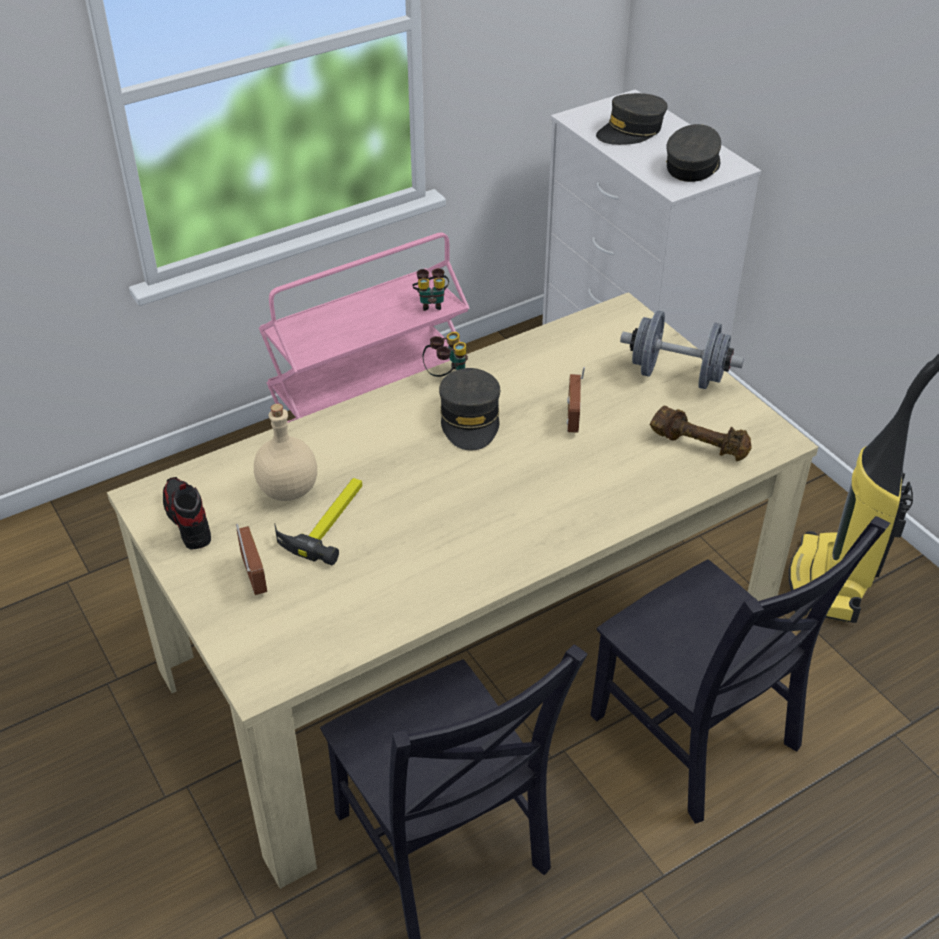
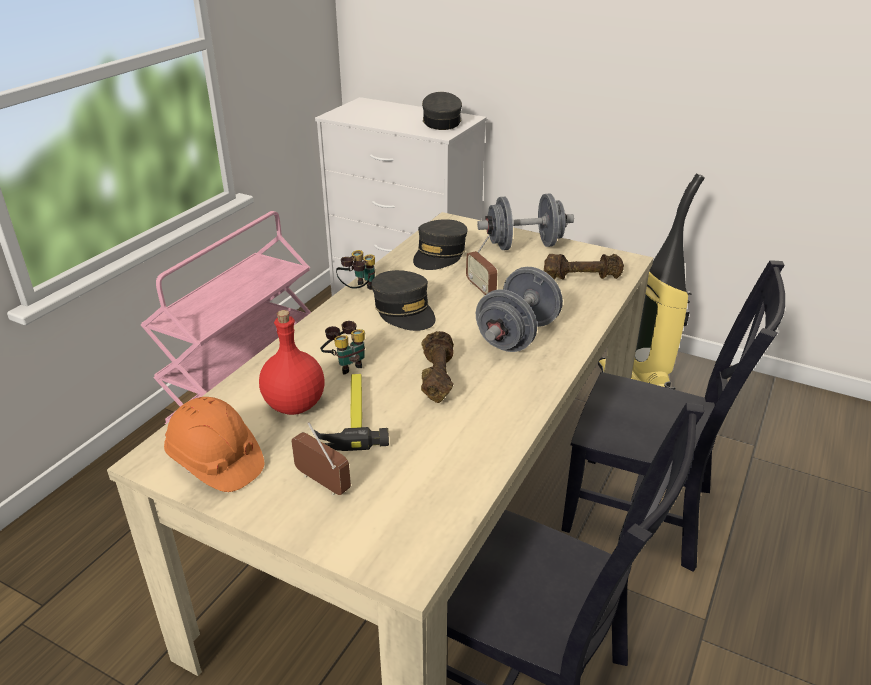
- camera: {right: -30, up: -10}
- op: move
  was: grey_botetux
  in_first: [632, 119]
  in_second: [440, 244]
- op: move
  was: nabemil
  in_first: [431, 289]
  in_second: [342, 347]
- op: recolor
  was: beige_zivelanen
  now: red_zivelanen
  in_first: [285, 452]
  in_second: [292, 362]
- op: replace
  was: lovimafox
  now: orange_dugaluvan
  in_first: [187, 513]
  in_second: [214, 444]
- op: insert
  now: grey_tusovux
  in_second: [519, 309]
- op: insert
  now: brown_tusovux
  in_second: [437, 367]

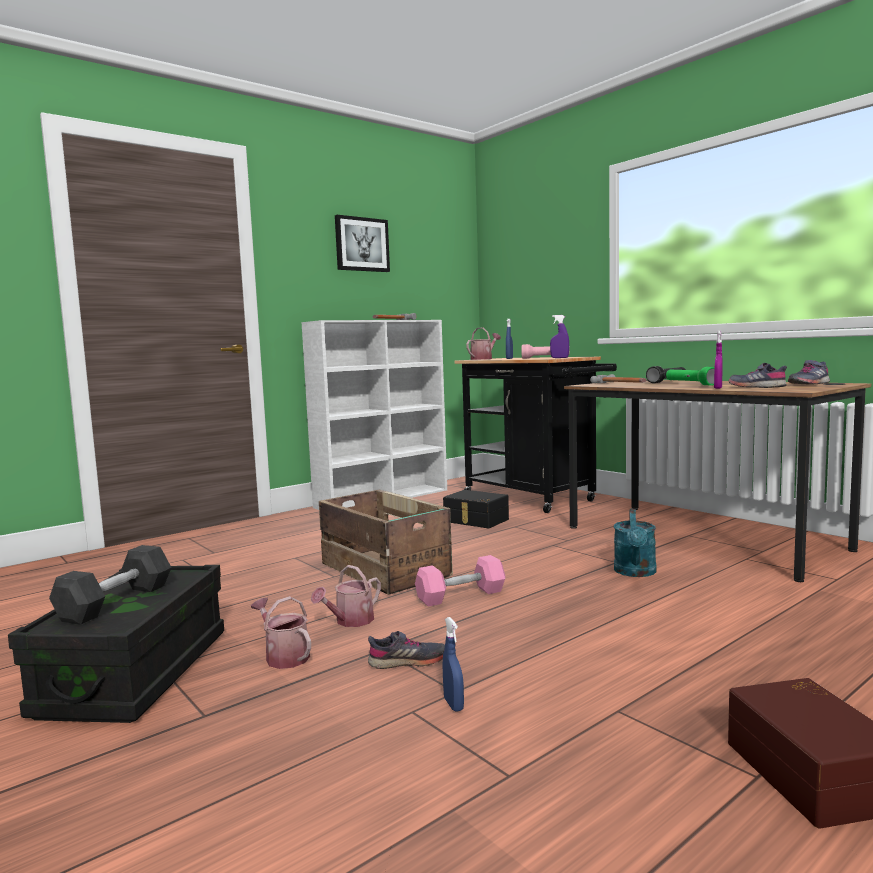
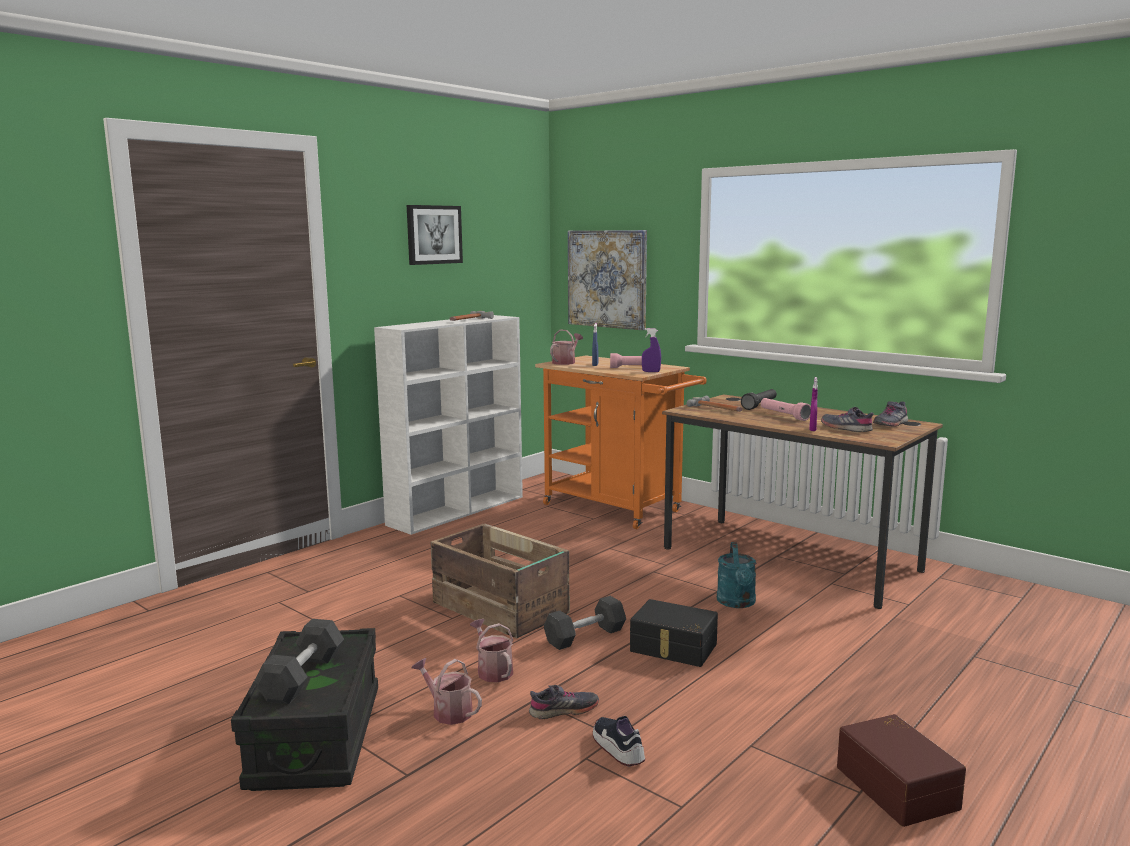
- camera: {right: -10, up: 5}
- op: recolor
  was: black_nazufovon
  now: orange_nazufovon
  in_first: [535, 435]
  in_second: [621, 442]
- op: recolor
  was: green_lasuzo
  now: pink_lasuzo
  in_first: [690, 376]
  in_second: [786, 409]
- op: move
  was: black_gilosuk
  in_first: [476, 509]
  in_second: [674, 633]
- op: recolor
  was: pink_tusovux
  now: grey_tusovux
  in_first: [460, 581]
  in_second: [585, 623]
- op: rotate
  was: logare
  in_first: [346, 596]
  in_second: [491, 650]
  clockwise: 120
- op: replace
  was: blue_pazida
  now: lovimafox
  in_first: [453, 664]
  in_second: [619, 741]
- op: insert
  now: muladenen
  in_second: [607, 280]

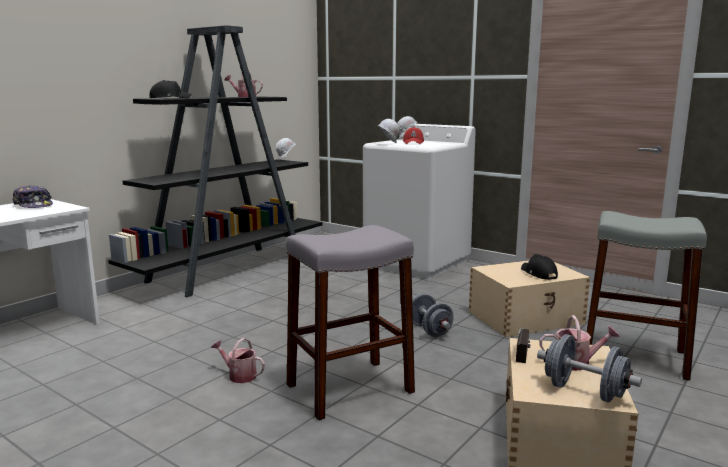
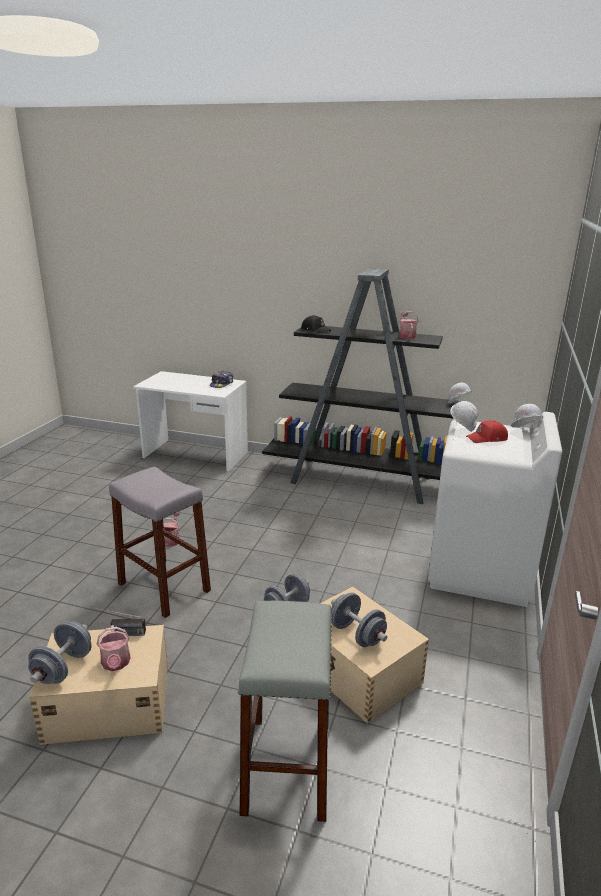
- camera: {right: 70, up: 10}
- op: replace
  was: black_botetux
  now: grey_tusovux
  in_first: [539, 267]
  in_second: [359, 619]

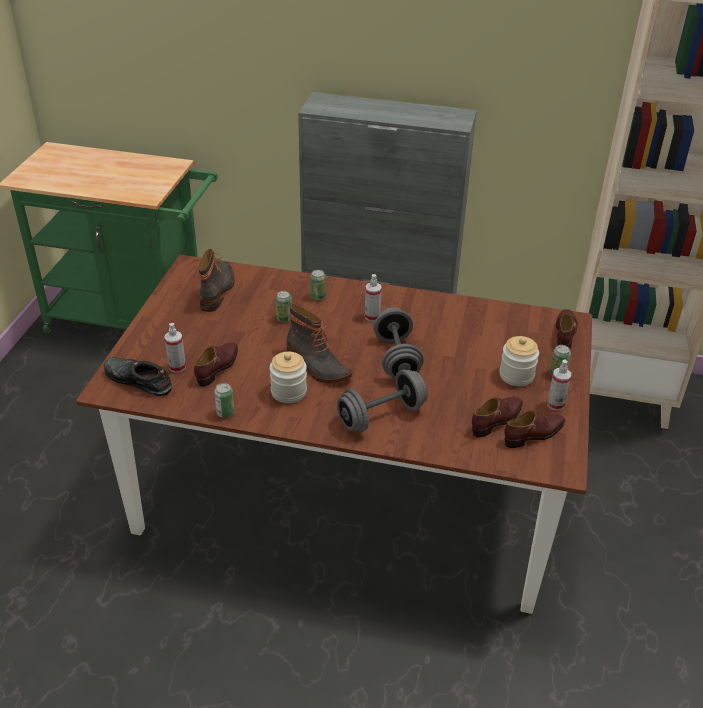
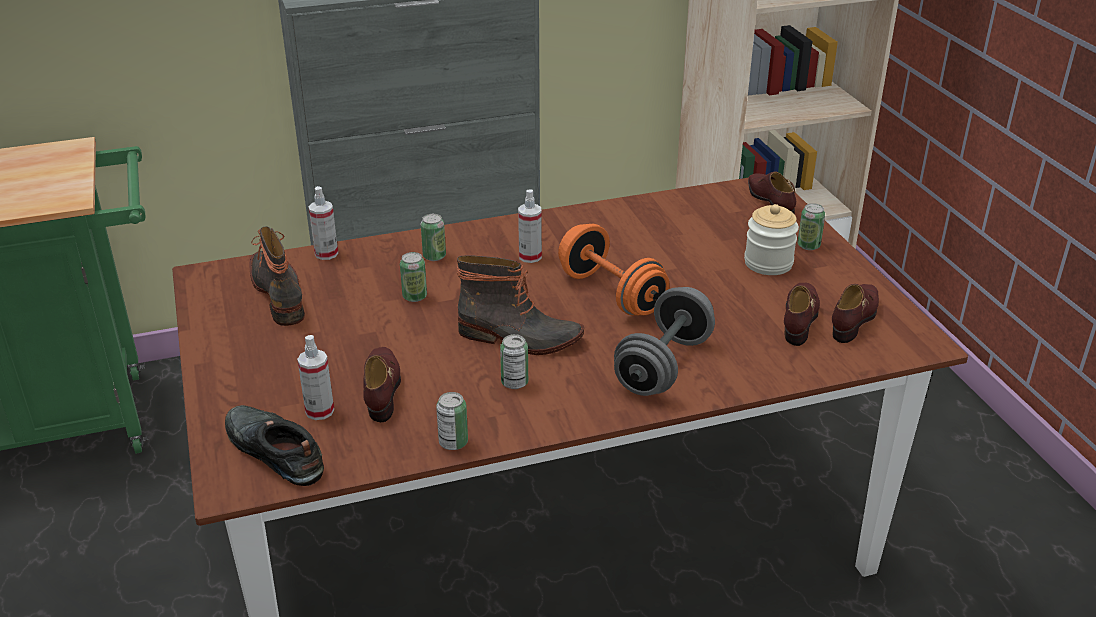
- camera: {right: -30, up: -5}
- op: recolor
  was: grey_tusovux
  now: orange_tusovux
  in_first: [398, 343]
  in_second: [614, 269]
- op: replace
  was: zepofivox
  now: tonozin
  in_first: [288, 377]
  in_second: [514, 361]
- op: rotate
  was: black_lovimafox
  in_first: [138, 376]
  in_second: [274, 445]
  clockwise: 45
- op: move
  was: pazida
  in_first: [559, 385]
  in_second: [323, 223]

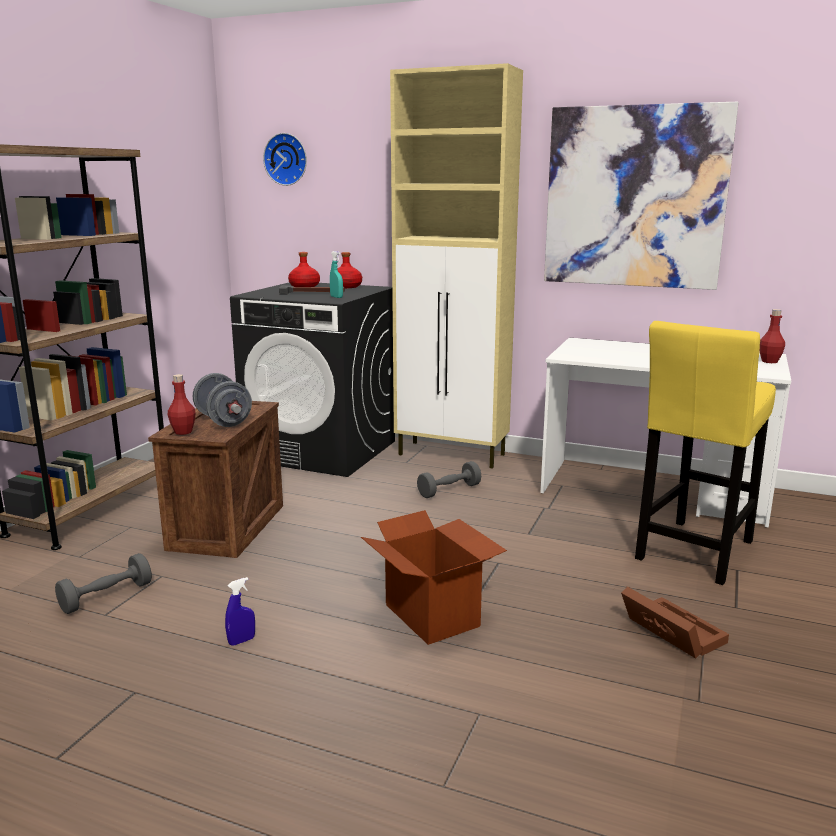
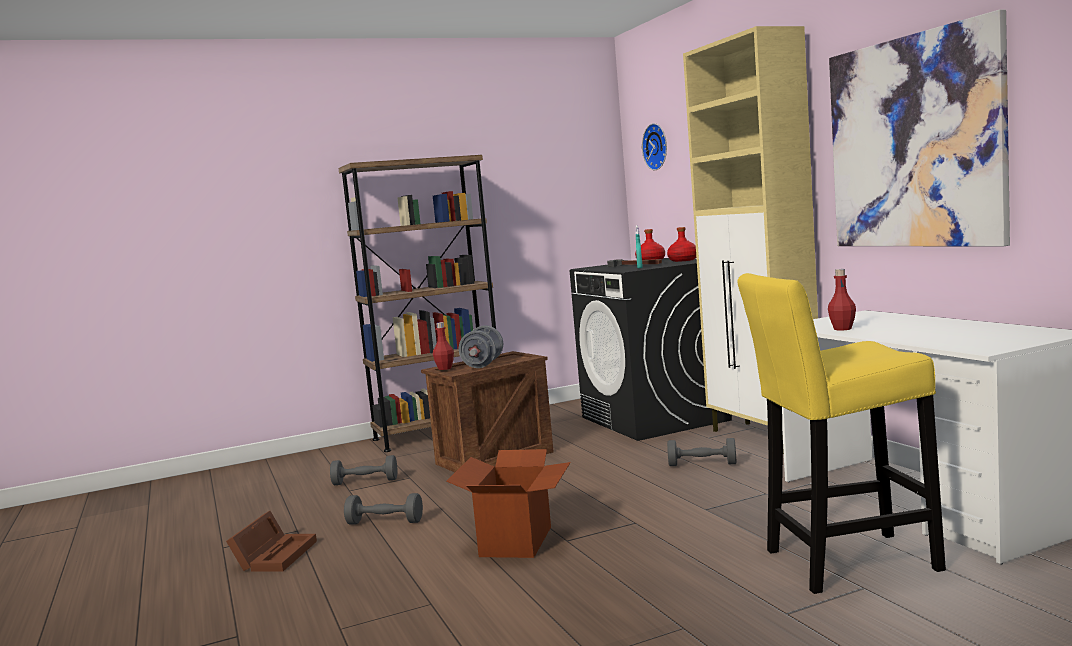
- camera: {right: 45, up: -10}
- op: move
  was: red_zivelanen
  in_first: [772, 336]
  in_second: [842, 299]
- op: replace
  was: blue_pazida
  now: grey_tusovux
  in_first: [240, 611]
  in_second: [383, 509]
- op: move
  was: brown_gilosuk
  in_first: [675, 622]
  in_second: [271, 541]

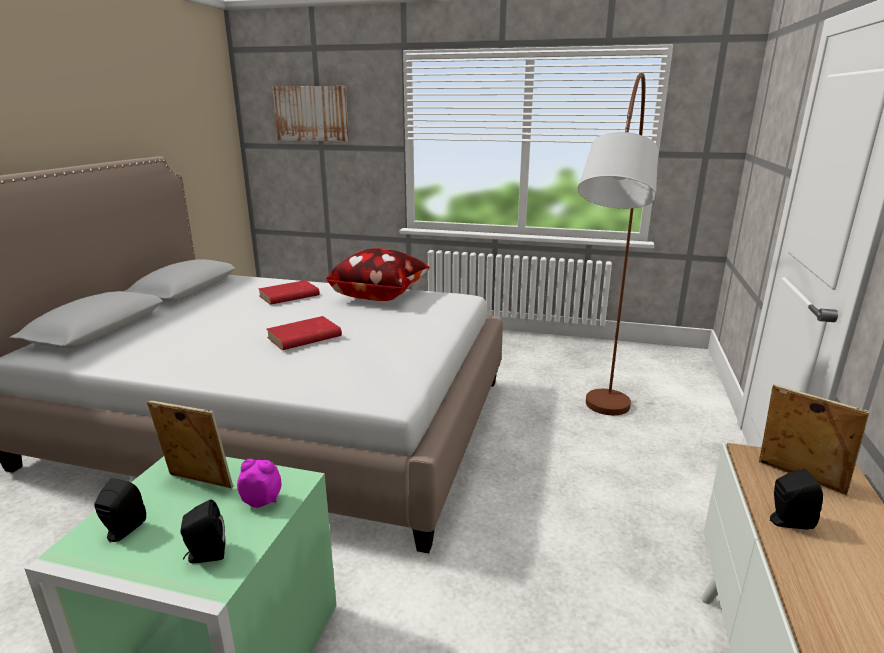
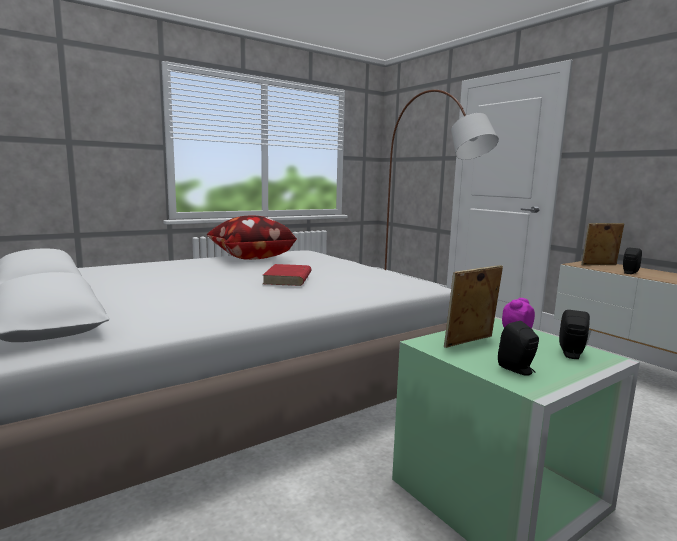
- camera: {right: -50, up: -10}
- op: delete
  was: muladenen
  in_first: [310, 113]
- op: delete
  was: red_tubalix
  in_first: [289, 292]

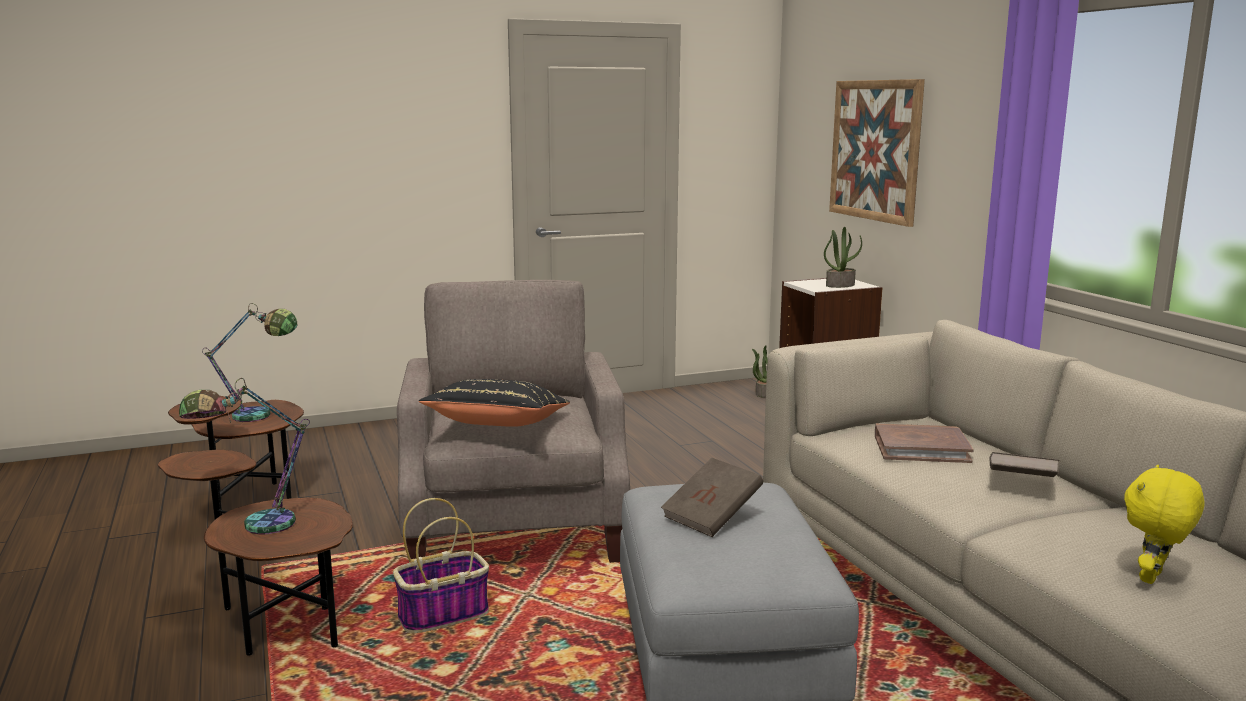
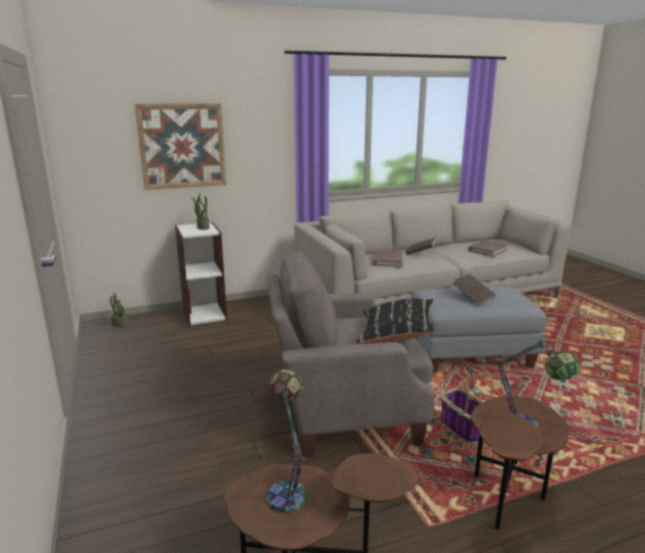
- camera: {right: -90, up: 5}
- op: replace
  was: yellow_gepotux
  now: brown_tubalix
  in_first: [1164, 524]
  in_second: [488, 248]

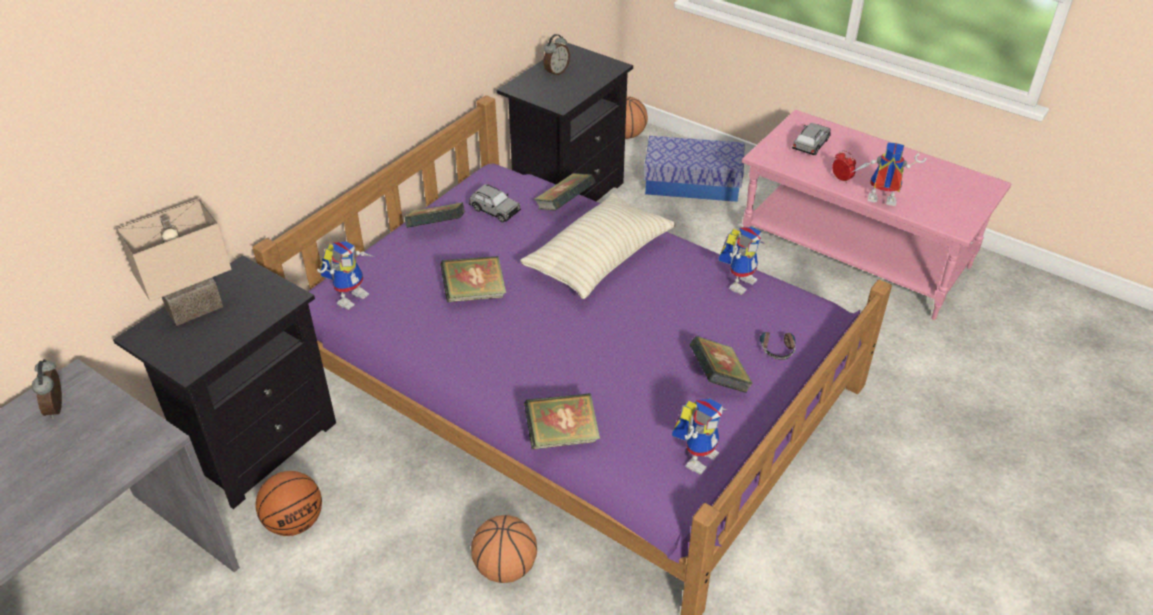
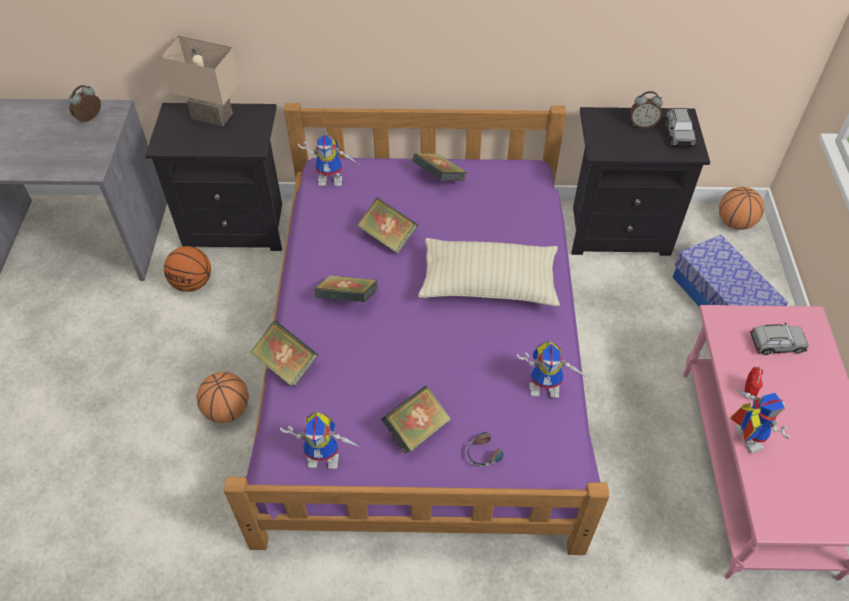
- camera: {right: 55, up: 10}
- op: move
  was: tubalix
  in_first: [564, 192]
  in_second: [346, 289]
- op: move
  was: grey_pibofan
  in_first: [495, 203]
  in_second: [680, 127]

